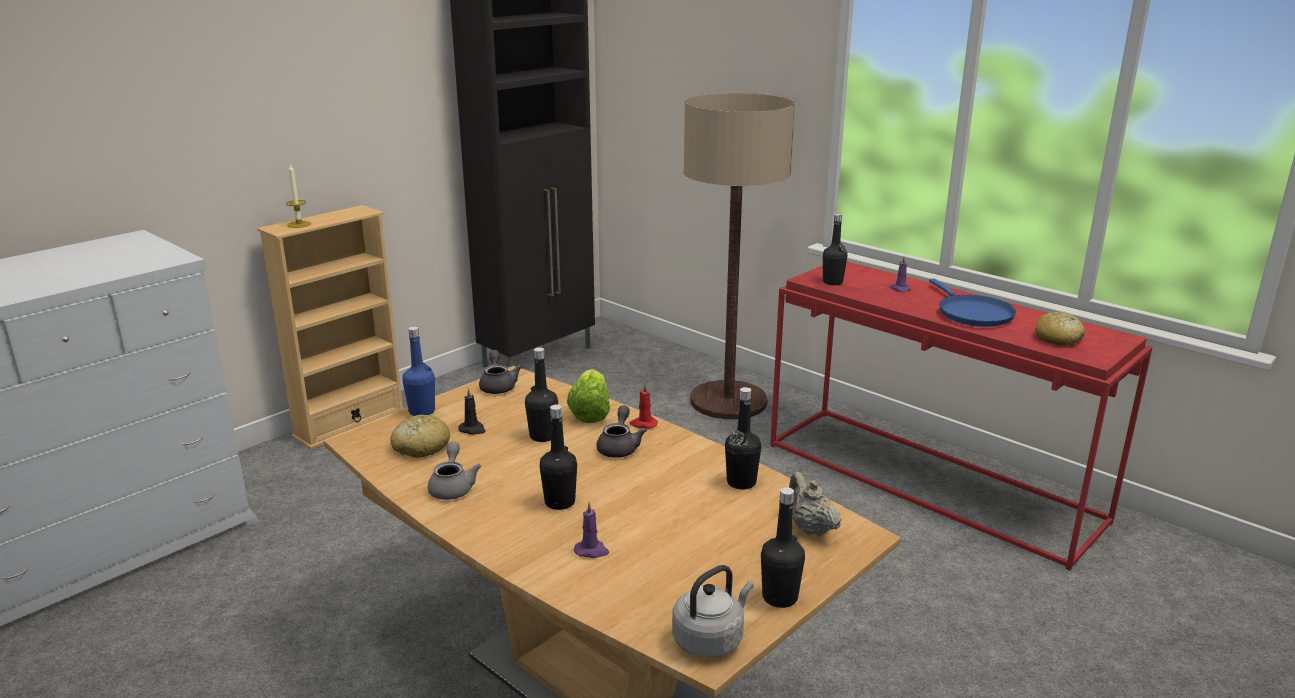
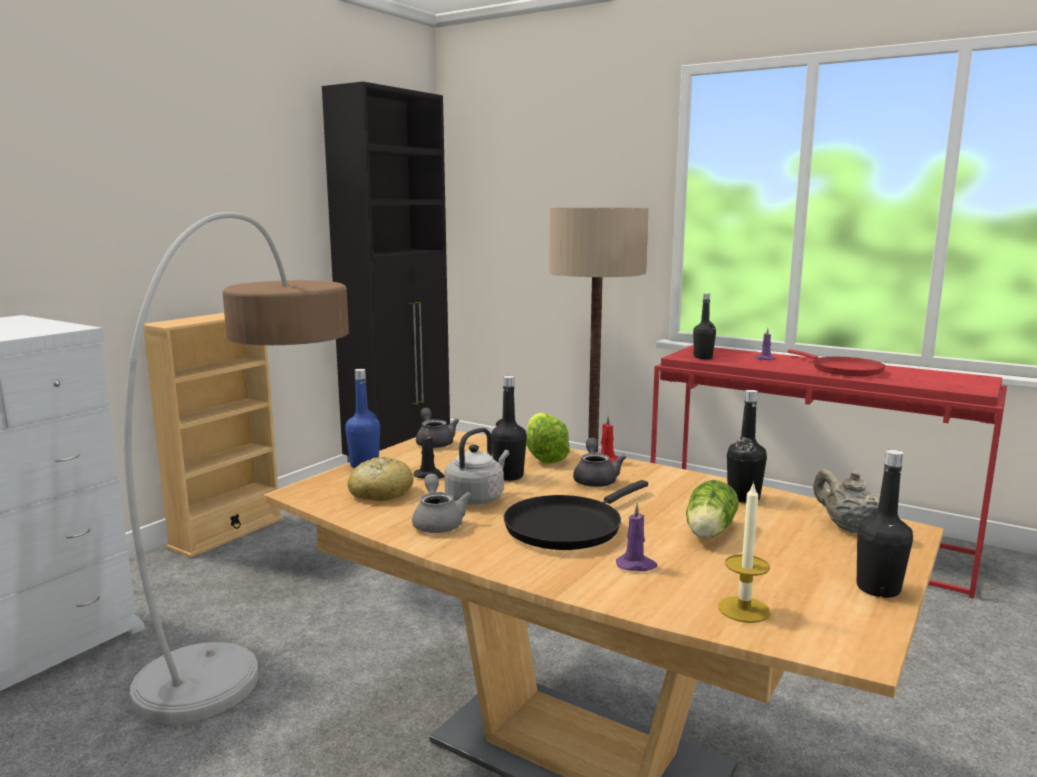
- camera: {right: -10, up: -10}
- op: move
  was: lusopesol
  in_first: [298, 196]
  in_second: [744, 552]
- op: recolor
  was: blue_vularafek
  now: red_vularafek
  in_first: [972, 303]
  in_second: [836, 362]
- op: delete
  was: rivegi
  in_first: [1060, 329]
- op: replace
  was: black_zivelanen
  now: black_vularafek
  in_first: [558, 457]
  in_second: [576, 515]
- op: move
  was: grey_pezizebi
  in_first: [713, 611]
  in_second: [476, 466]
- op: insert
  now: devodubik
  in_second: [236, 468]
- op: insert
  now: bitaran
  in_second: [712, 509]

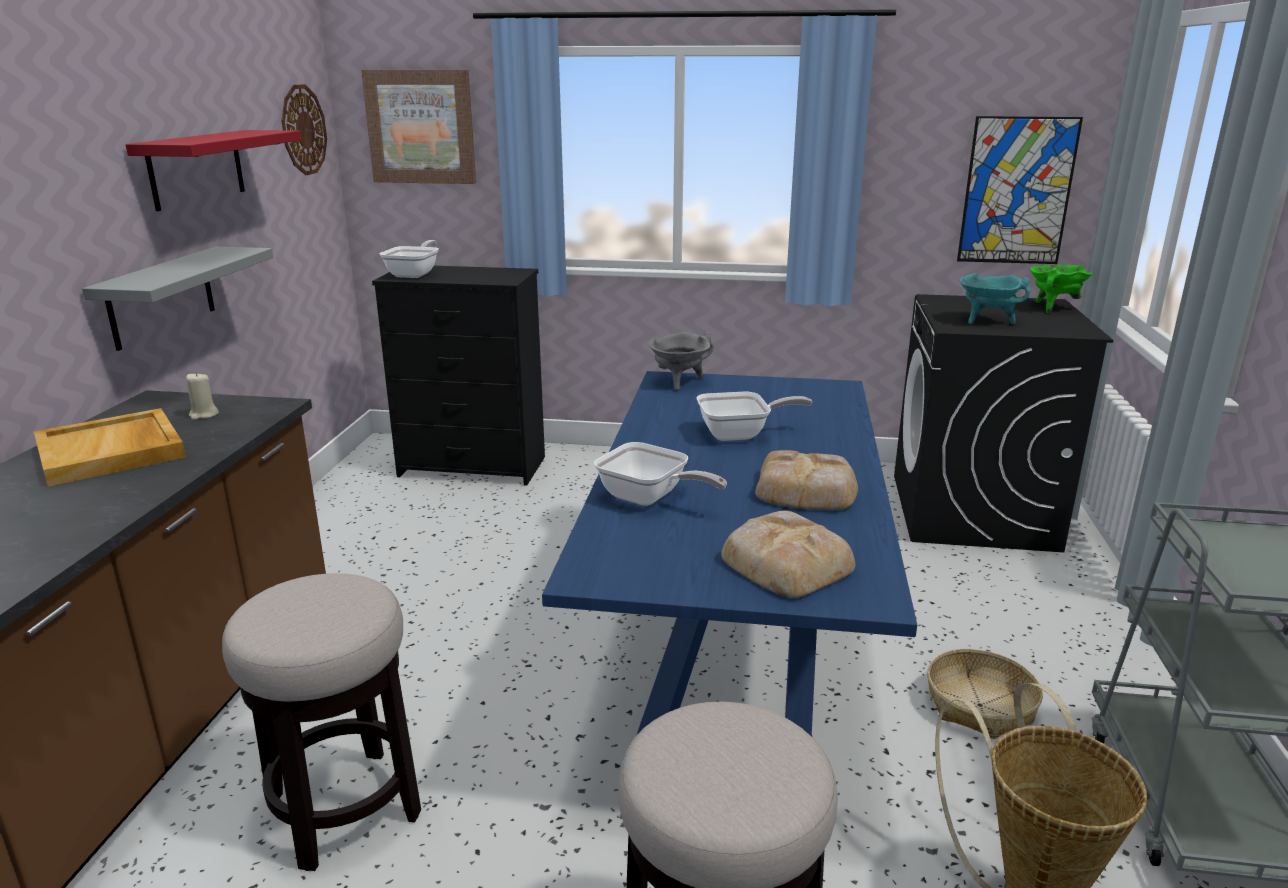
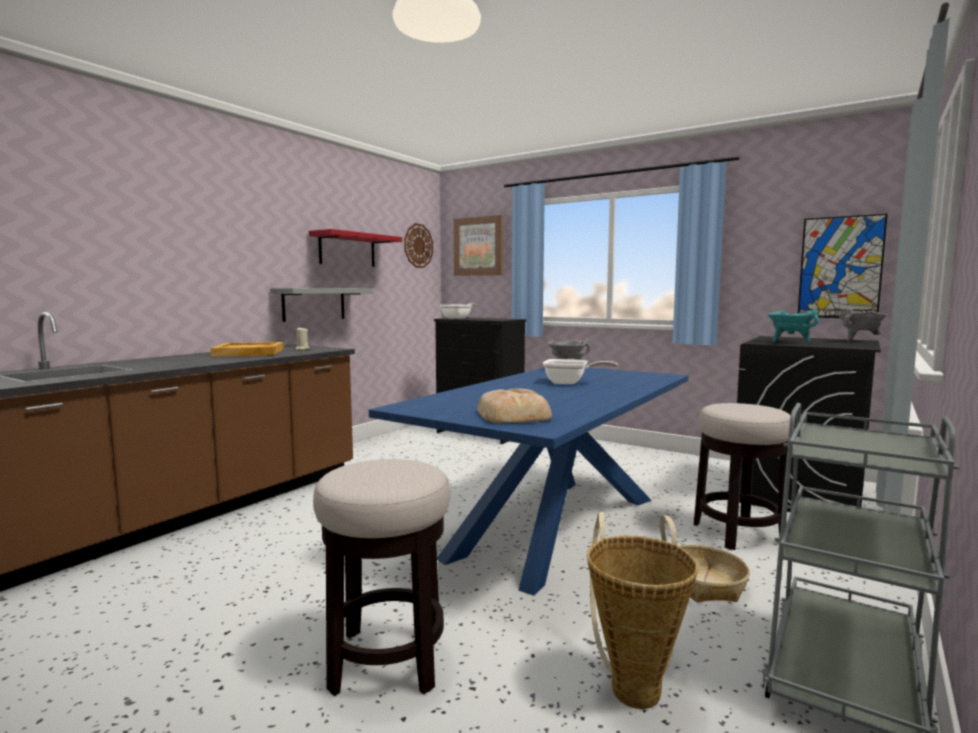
- camera: {right: 25, up: -15}
- op: recolor
  was: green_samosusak
  now: grey_samosusak
  in_first: [1061, 289]
  in_second: [862, 326]
- op: delete
  was: vularafek
  in_first: [660, 474]
- op: delete
  was: rivegi
  in_first: [806, 480]
- op: move
  was: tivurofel
  in_first: [321, 722]
  in_second: [742, 476]

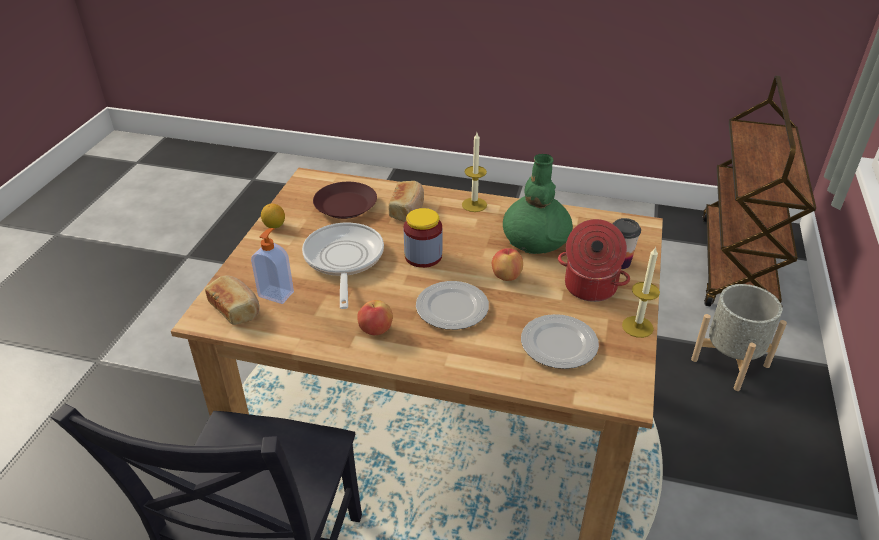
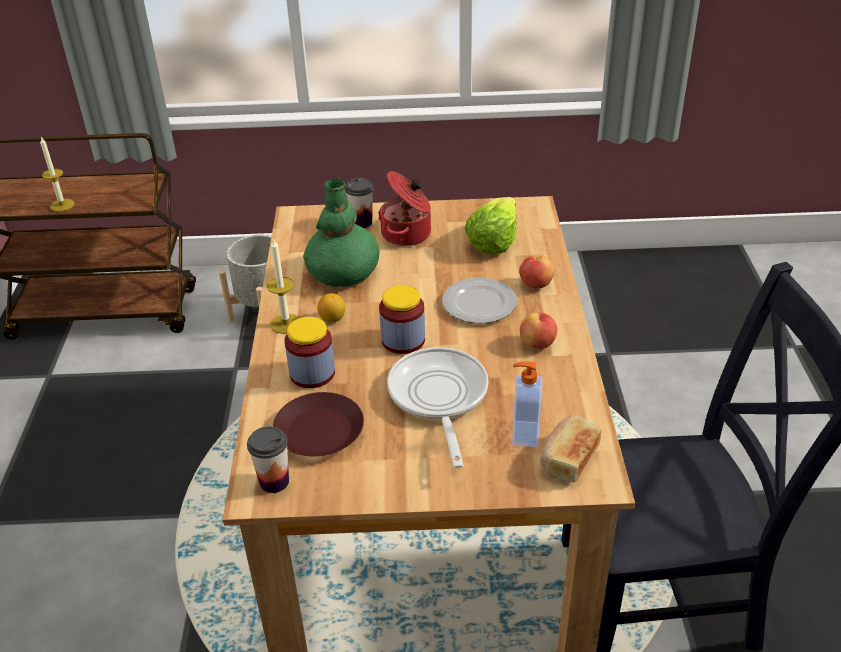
- camera: {right: -105, up: 0}
- op: replace
  was: rivegi
  now: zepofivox
  in_first: [406, 201]
  in_second: [309, 352]
- op: move
  was: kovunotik
  in_first: [273, 216]
  in_second: [331, 308]
- op: rotate
  was: vularafek
  in_first: [343, 266]
  in_second: [437, 407]
  clockwise: 105
- op: move
  was: lusopesol
  in_first: [641, 292]
  in_second: [57, 174]
- op: move
  was: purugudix
  in_first: [507, 264]
  in_second: [536, 272]
- op: replace
  was: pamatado
  now: bitaran
  in_first: [560, 341]
  in_second: [491, 225]
- op: insert
  now: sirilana
  in_second: [268, 459]

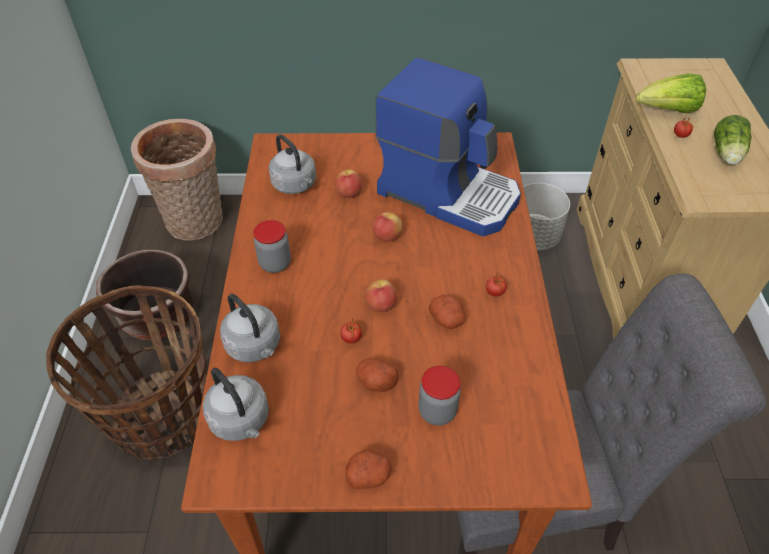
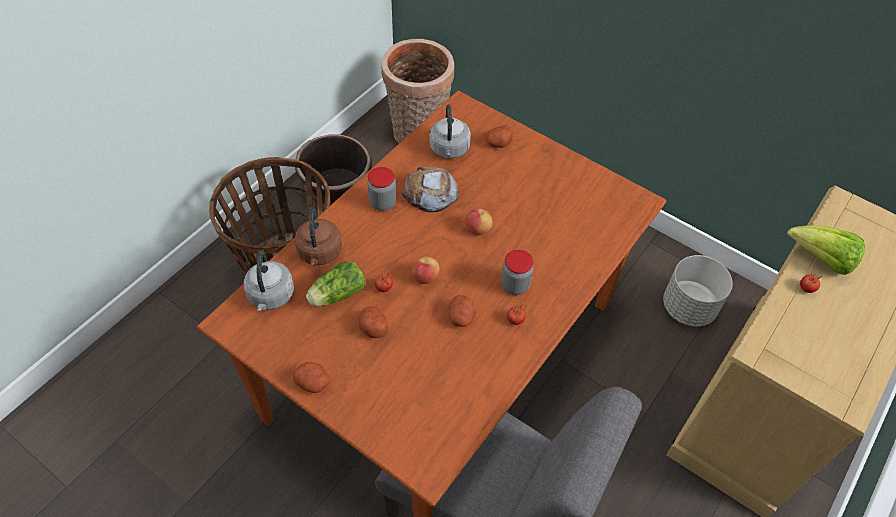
- camera: {right: 35, up: 5}
- op: delete
  was: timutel
  in_first: [448, 146]
- op: move
  was: bitaran
  in_first: [733, 140]
  in_second: [336, 283]
- op: delete
  was: purugudix
  in_first: [348, 183]
- op: recolor
  was: grey_pezizebi
  now: brown_pezizebi
  in_first: [250, 328]
  in_second: [318, 236]
- op: move
  was: zepofivox
  in_first: [439, 396]
  in_second: [517, 272]
- op: insert
  now: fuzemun
  in_second: [499, 136]
- op: insert
  now: rivegi
  in_second: [430, 189]

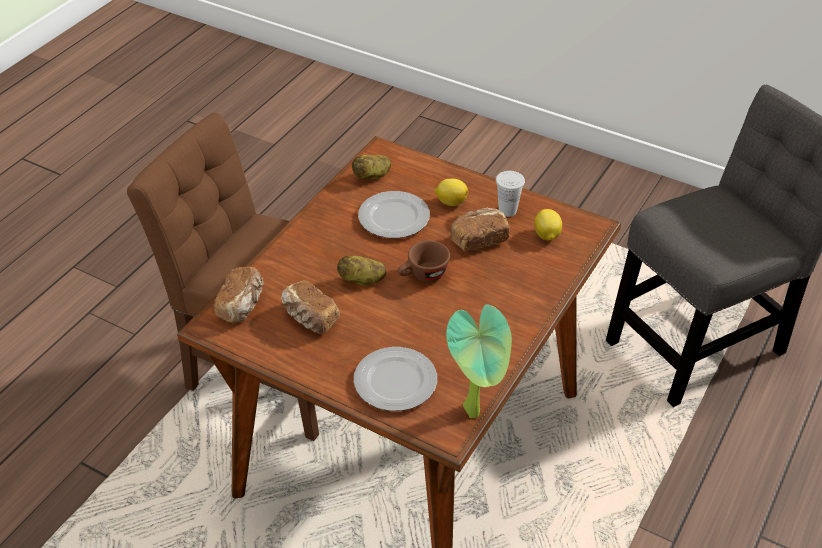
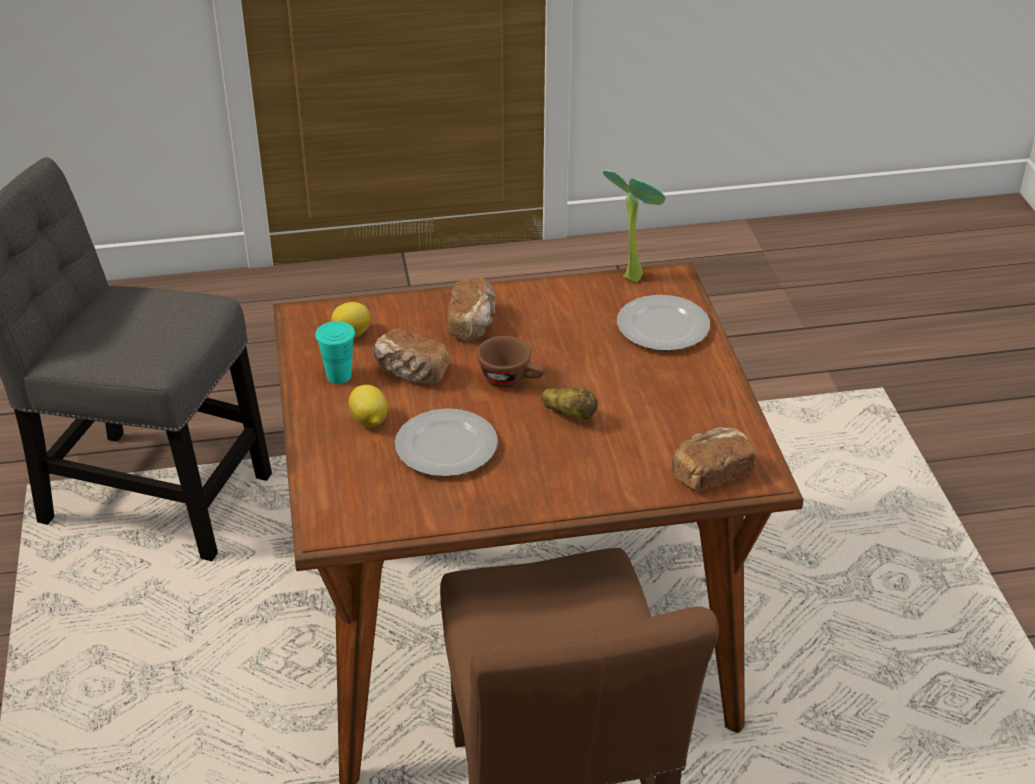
- camera: {right: -130, up: -5}
- op: delete
  was: fuzemun
  in_first: [371, 166]
- op: recolor
  was: white_sirilana
  now: turquoise_sirilana
  in_first: [510, 194]
  in_second: [335, 352]
- op: move
  was: rivegi
  in_first: [310, 307]
  in_second: [472, 309]

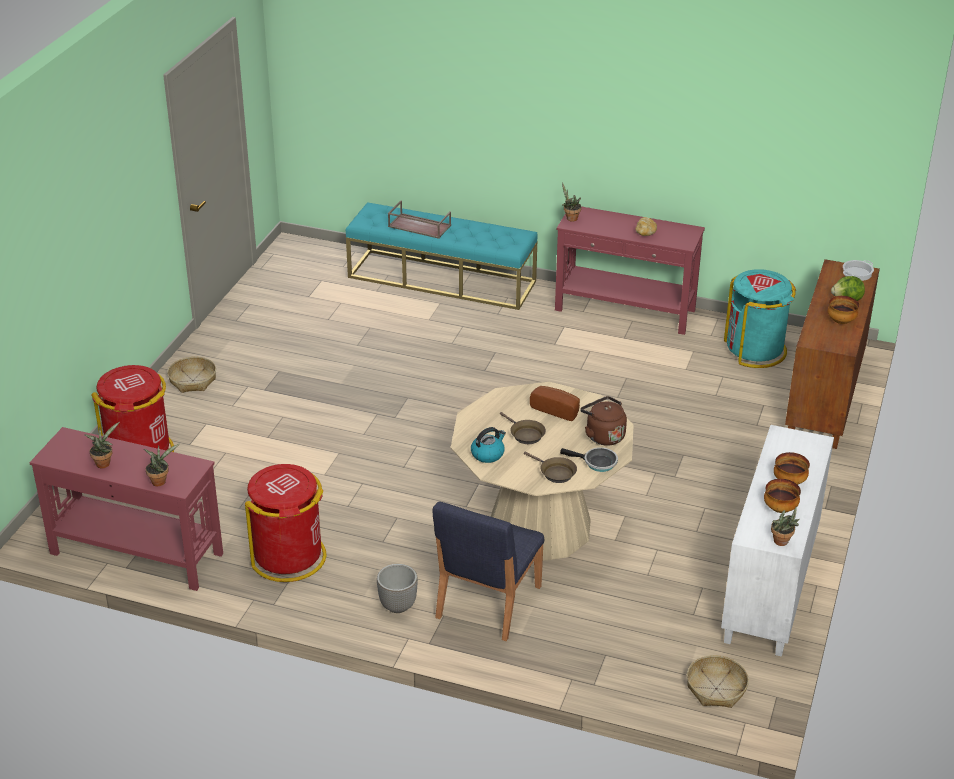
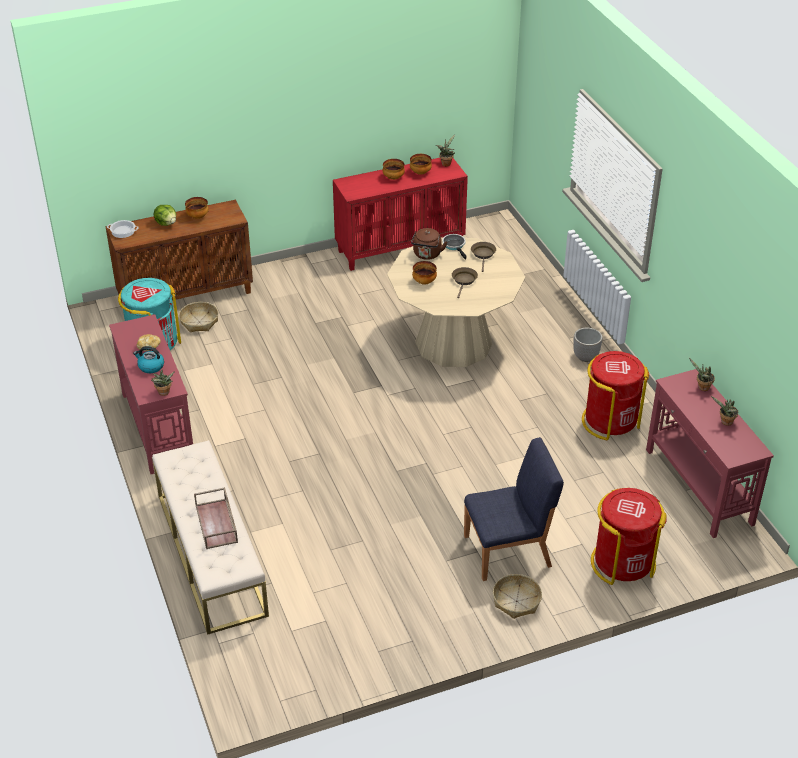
- camera: {right: -130, up: 5}
- op: recolor
  was: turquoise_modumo
  now: beige_modumo
  in_first: [442, 256]
  in_second: [210, 537]
- op: replace
  was: rivegi
  now: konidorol
  in_first: [555, 403]
  in_second: [424, 273]
- op: recolor
  was: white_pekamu
  now: red_pekamu
  in_first: [777, 541]
  in_second: [400, 214]
- op: move
  was: pezizebi
  in_first: [488, 445]
  in_second: [148, 359]
- op: move
  was: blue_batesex
  in_first: [488, 571]
  in_second: [514, 509]
- op: move
  was: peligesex
  in_first: [718, 681]
  in_second: [198, 317]

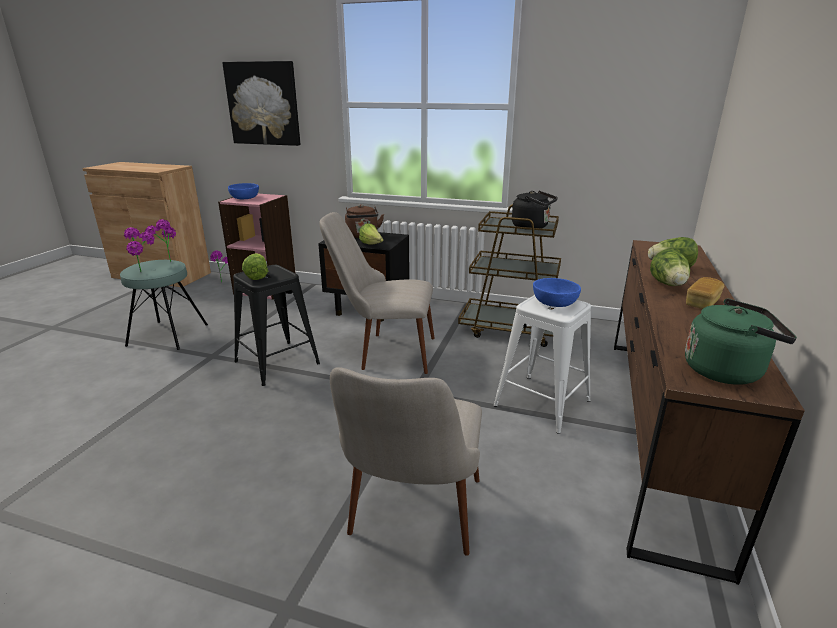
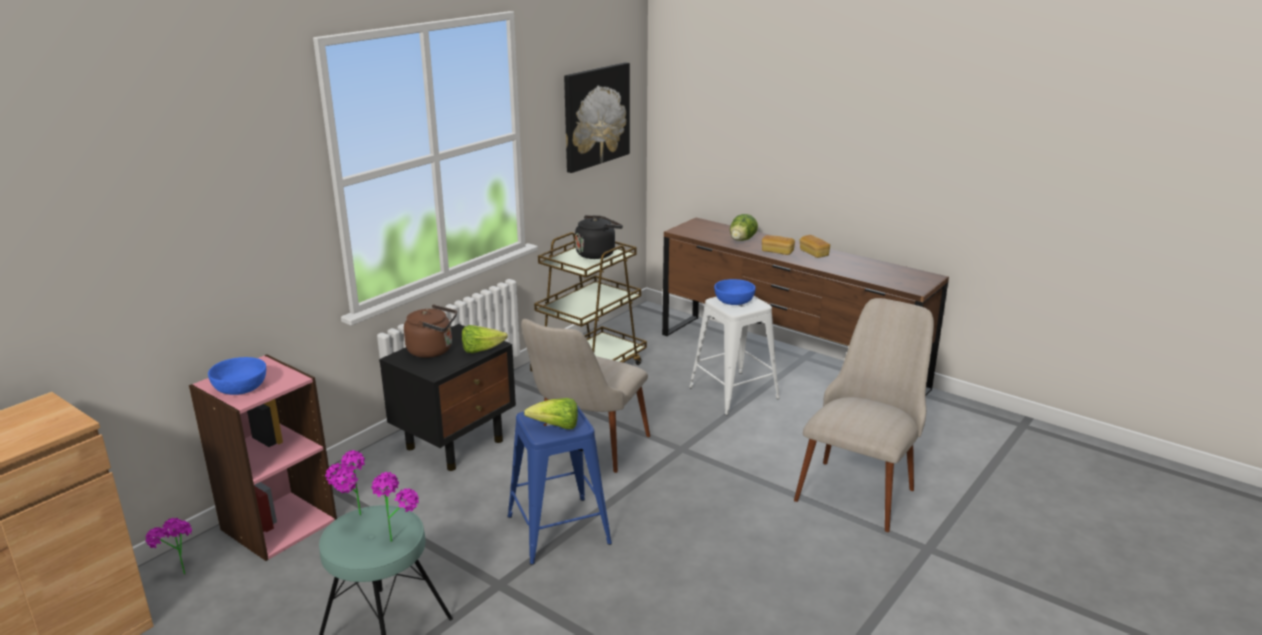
- camera: {right: -70, up: 0}
- op: move
  was: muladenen
  in_first: [261, 103]
  in_second: [597, 117]
- op: replace
  was: bitaran
  now: rivegi
  in_first: [670, 267]
  in_second: [778, 245]
- op: recolor
  was: black_tivurofel
  now: blue_tivurofel
  in_first: [276, 325]
  in_second: [560, 485]
- op: delete
  was: green_pezizebi
  in_first: [741, 342]
- op: rotate
  was: beige_batesex
  in_first: [406, 461]
  in_second: [864, 415]
  clockwise: -90

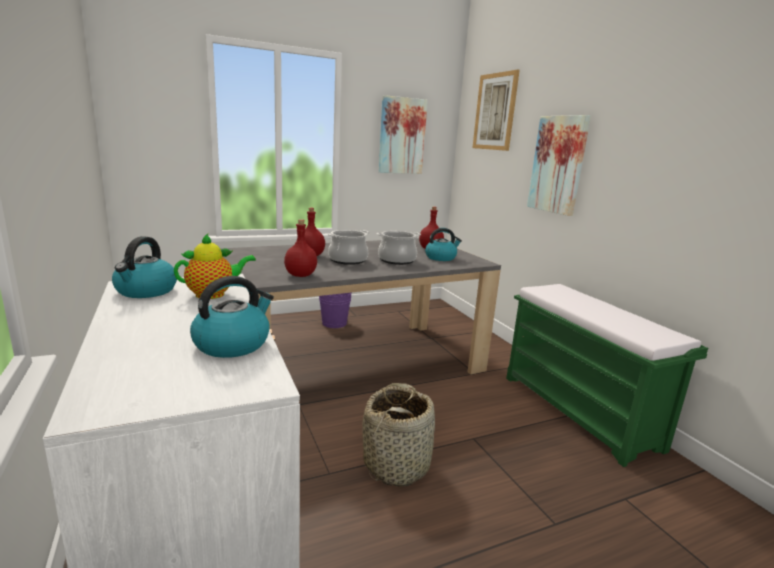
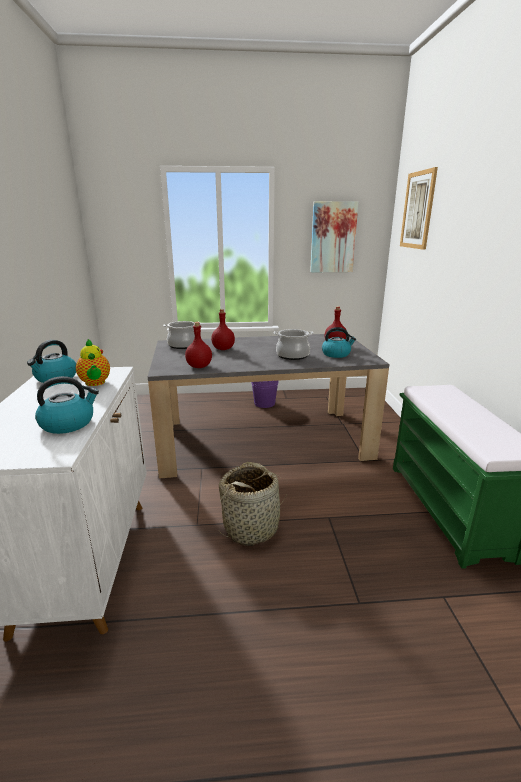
- camera: {right: 20, up: 5}
- op: delete
  was: muladenen
  in_first: [559, 165]
- op: move
  was: samosusak
  in_first: [348, 247]
  in_second: [181, 335]
- op: rotate
  was: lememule
  in_first: [215, 266]
  in_second: [93, 362]
  clockwise: 75

